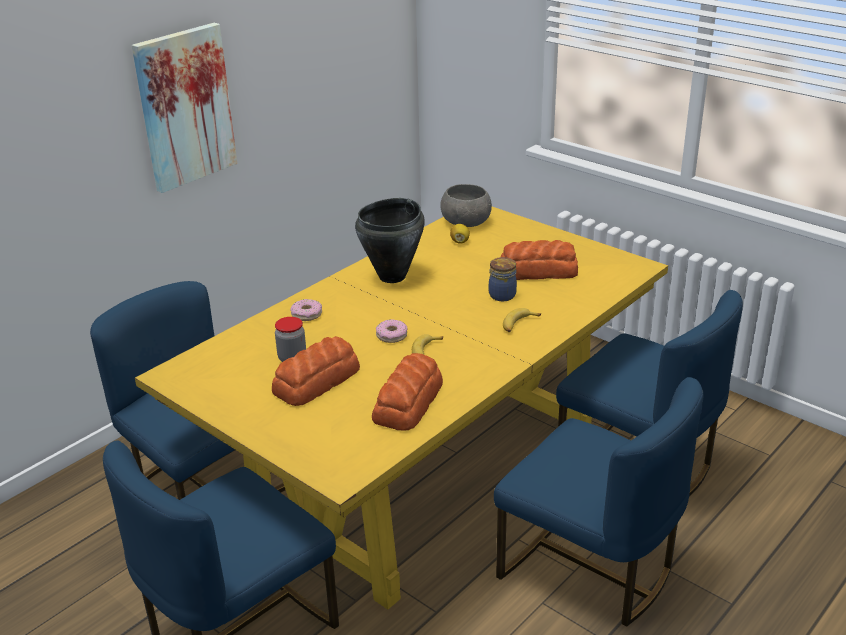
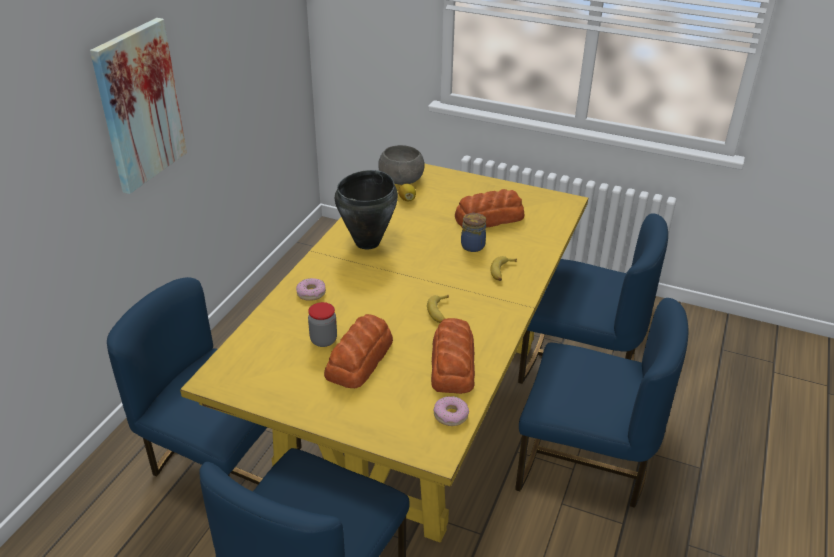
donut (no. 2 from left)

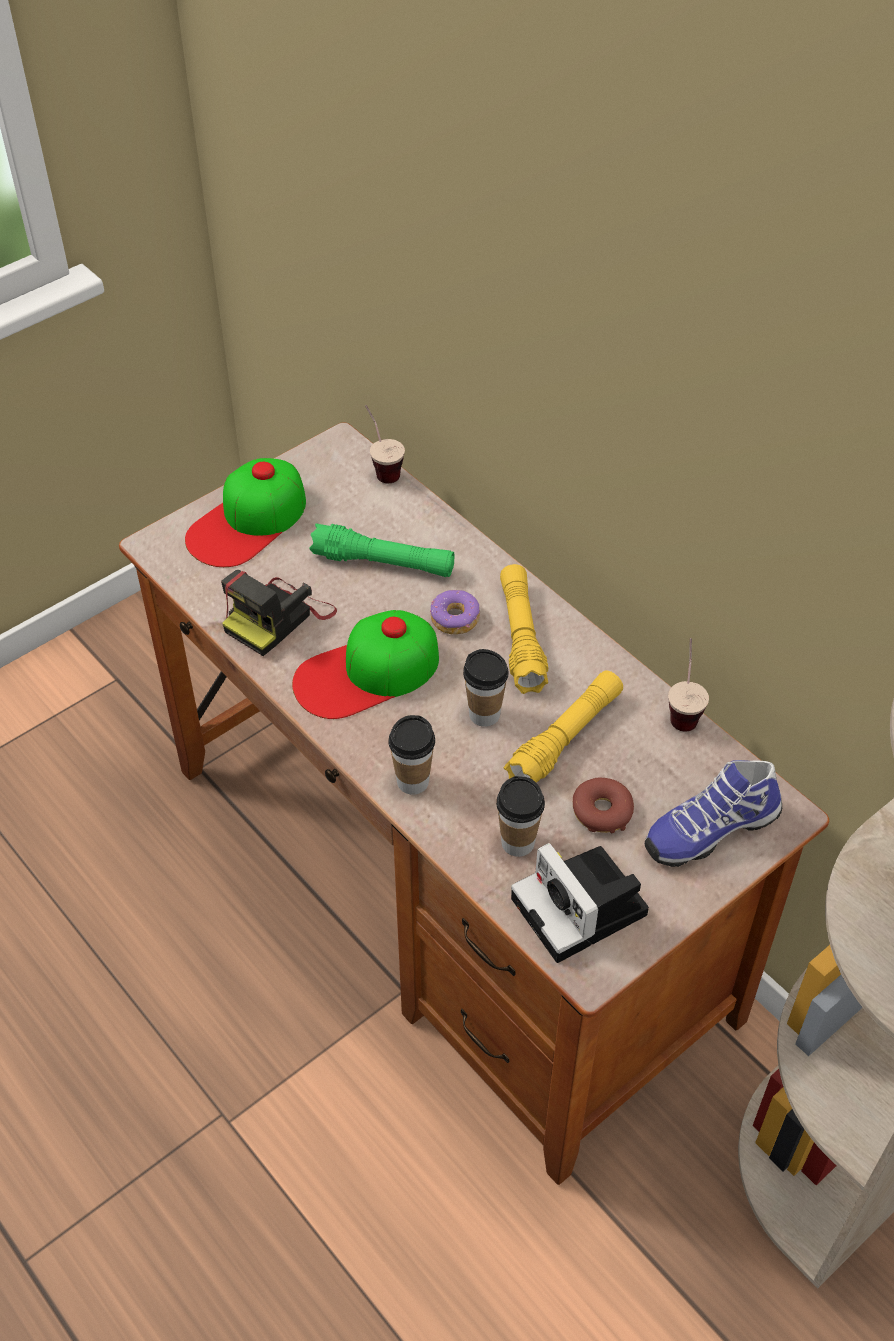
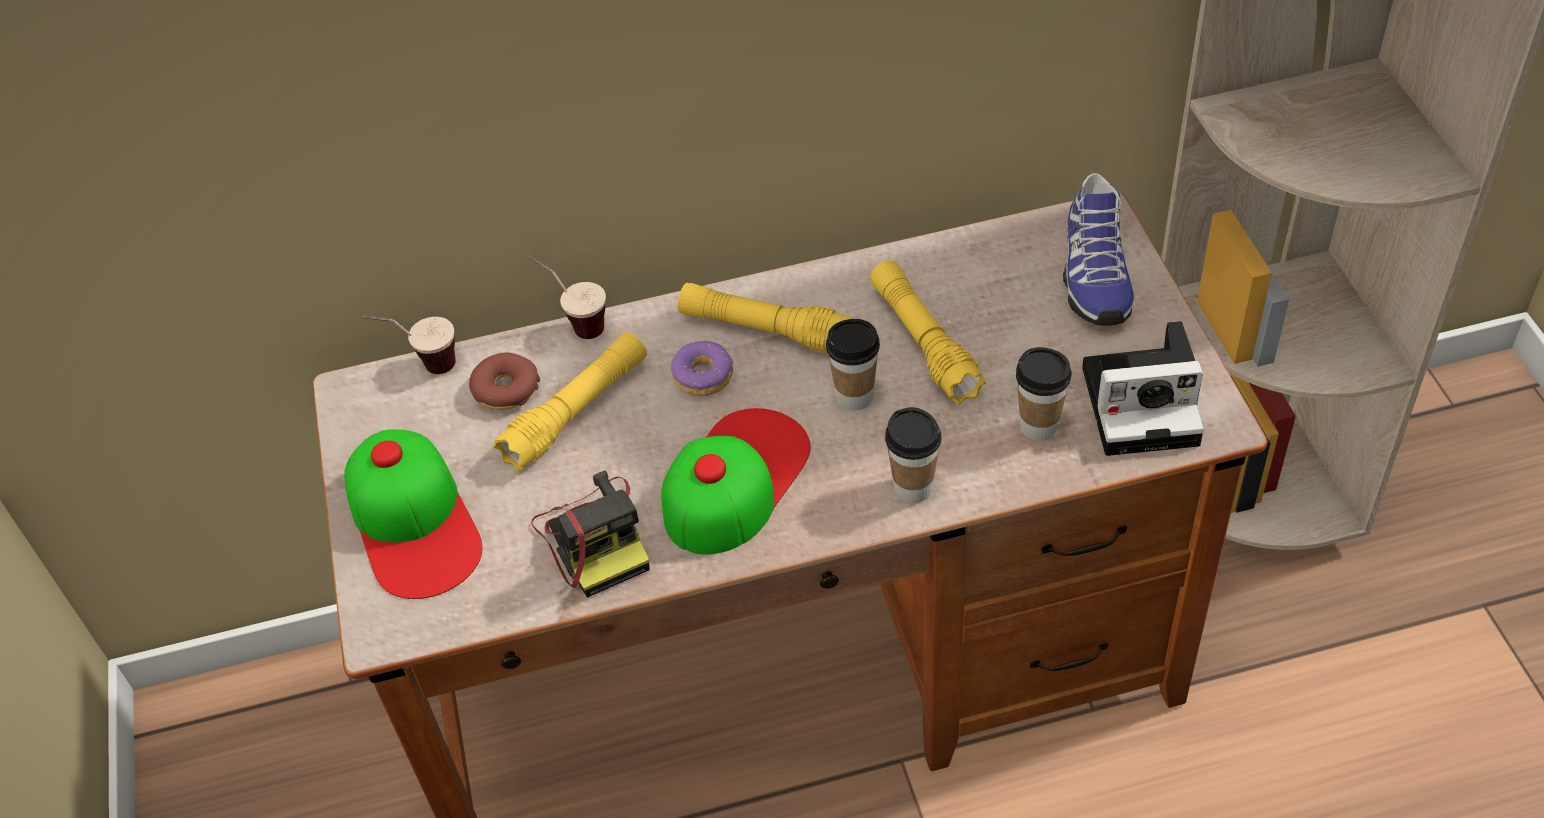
yellow flashlight (no. 1 from left)
cap (no. 2 from left)
cup (no. 2 from left)
donut (no. 1 from left)

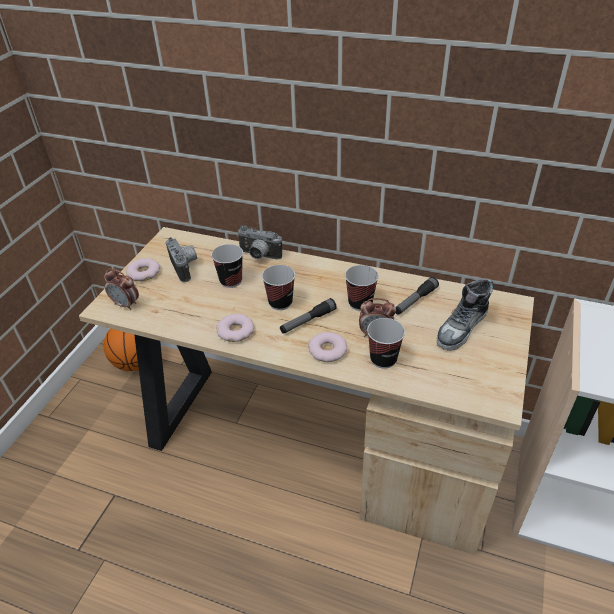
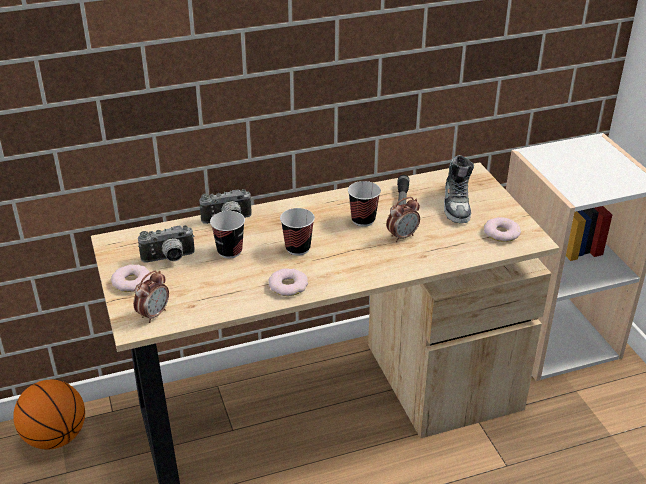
photo camera (no. 1 from left)
alarm clock (no. 1 from left)
flashlight (no. 1 from left in the first image)
cup (no. 4 from left in the first image)
donut (no. 3 from left)

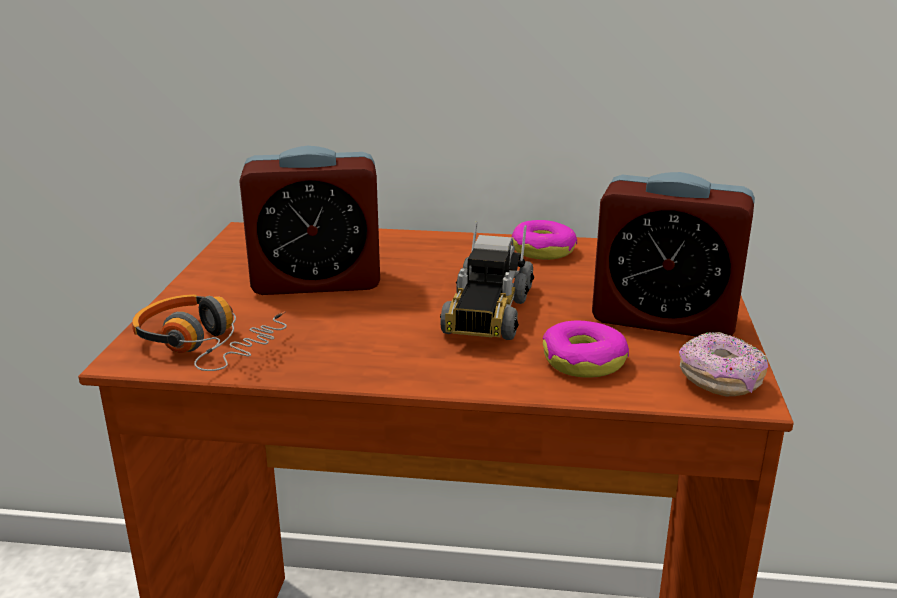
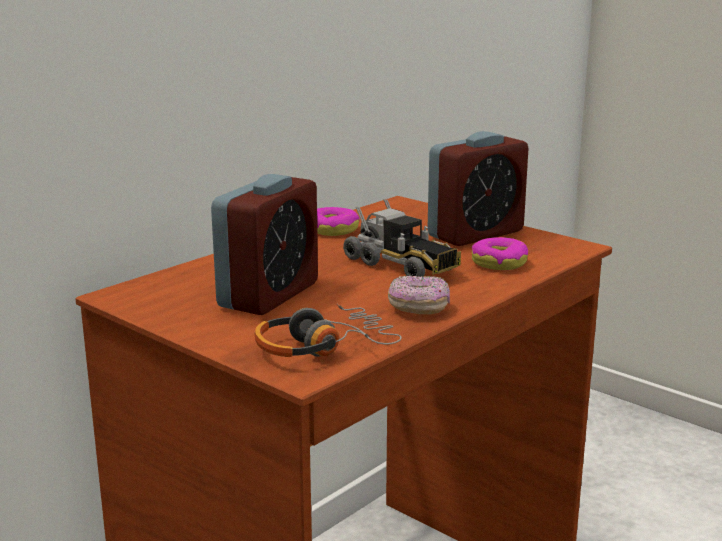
donut (no. 2 from left)

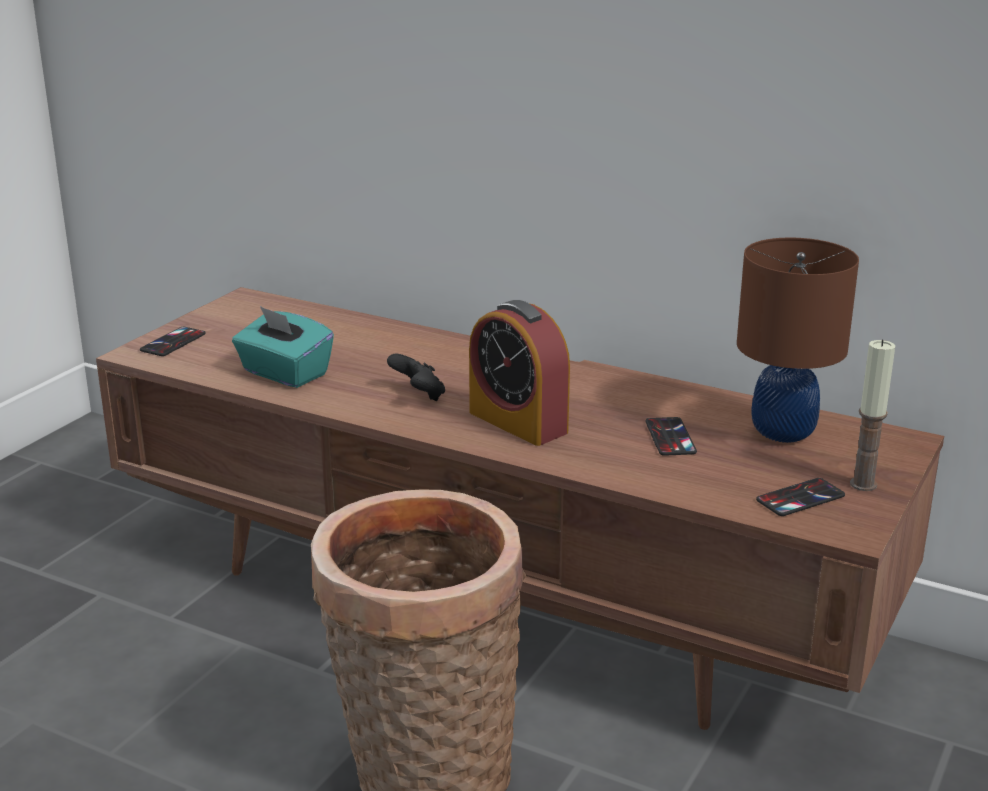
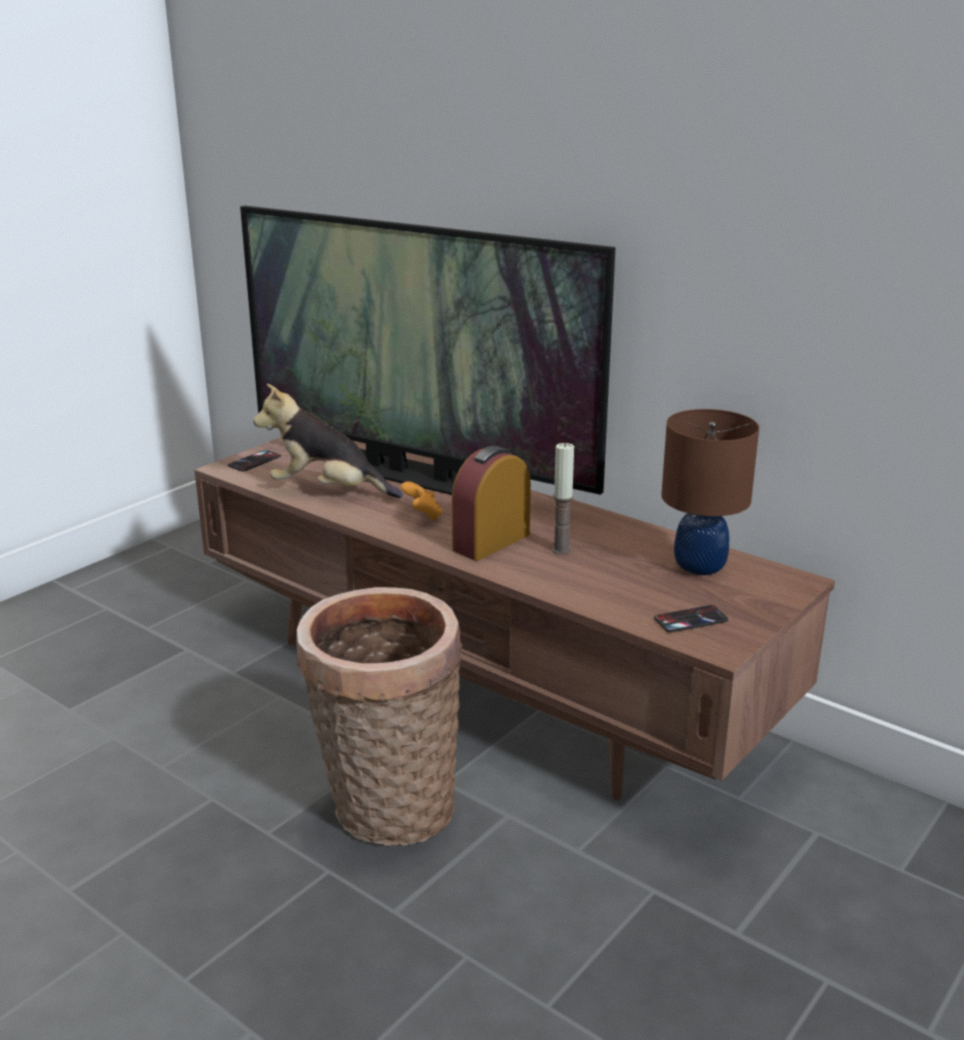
alarm clock
plush toy
candle
orange game controller
phone (no. 2 from left in the first image)
television

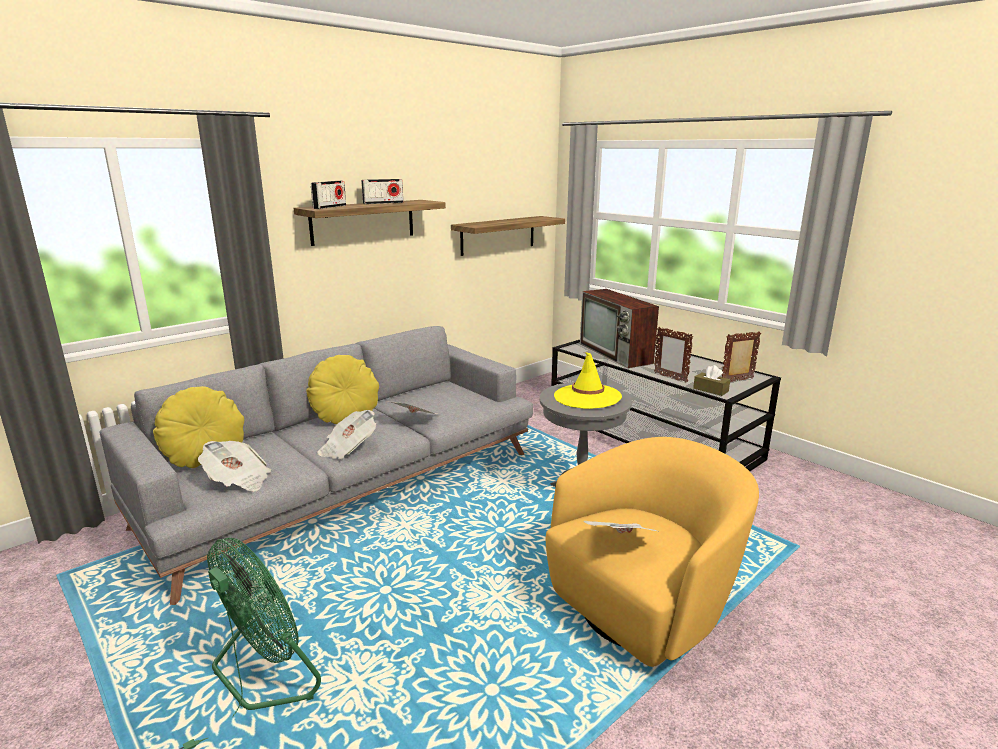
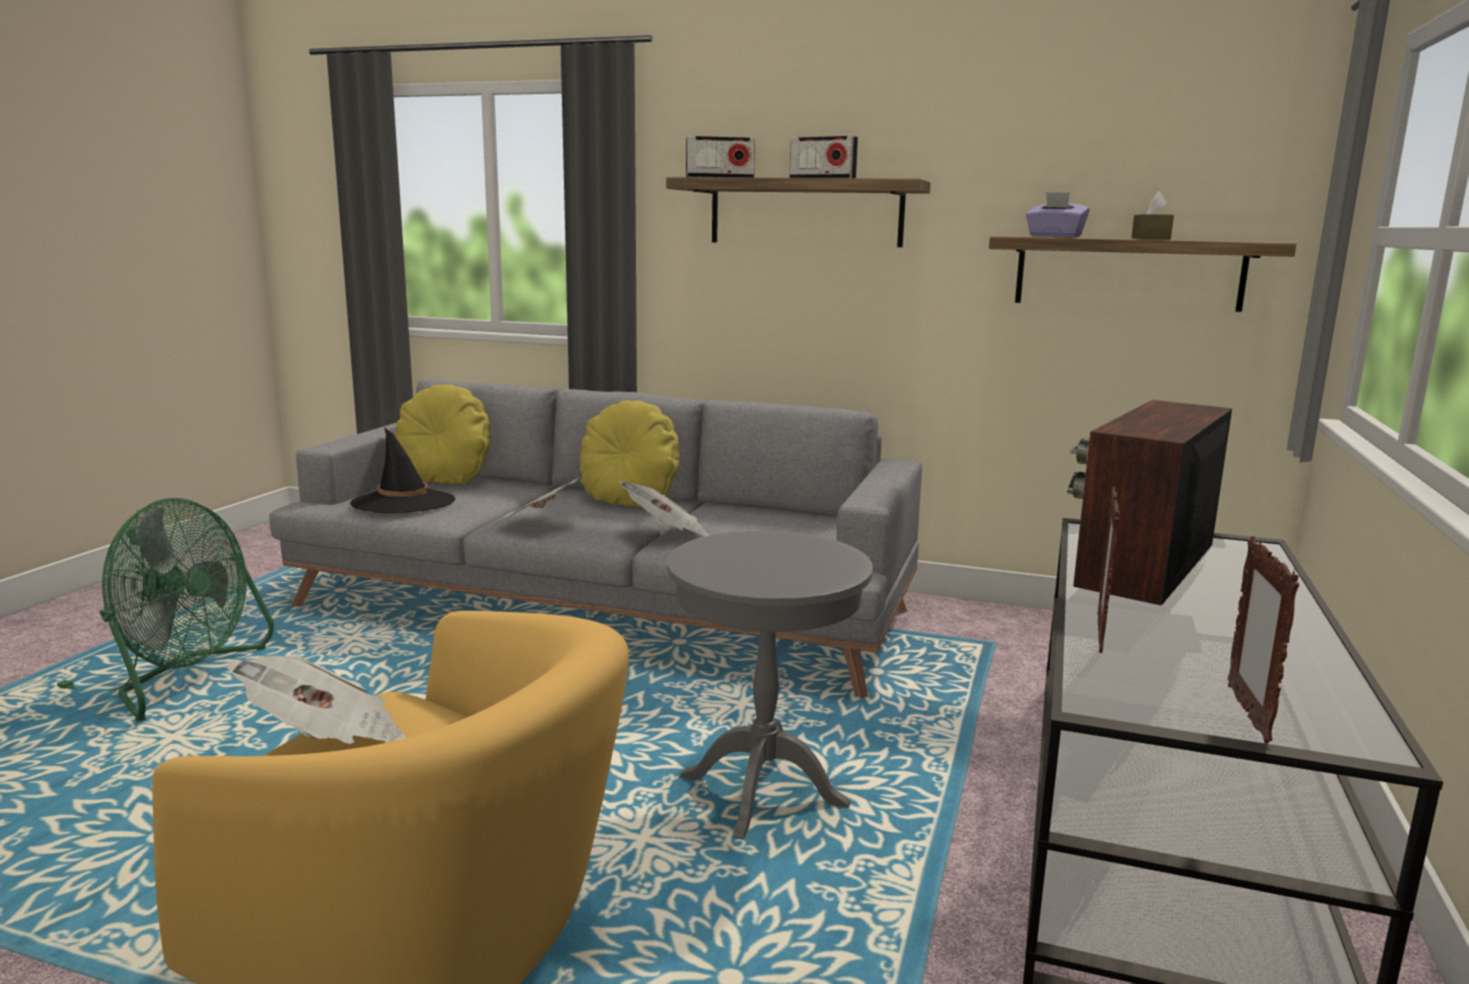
picture frame (no. 2 from left)
yellow hat
brown tissue box
black hat
purple tissue box

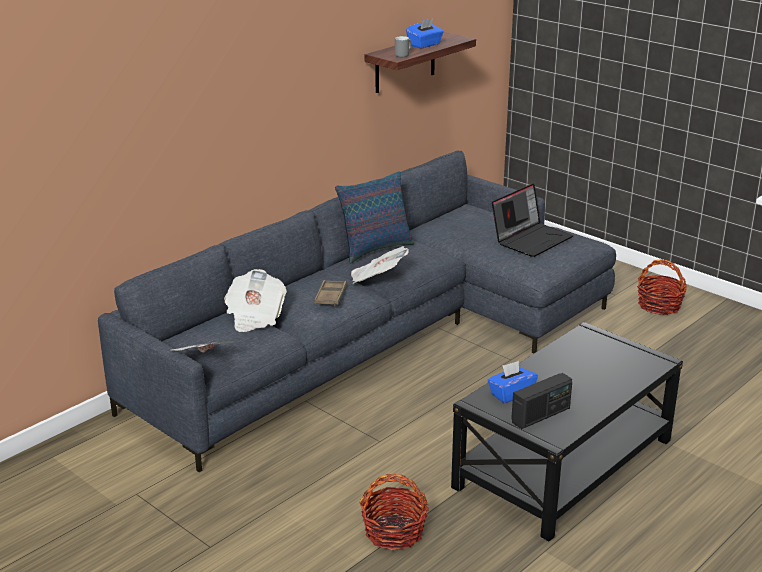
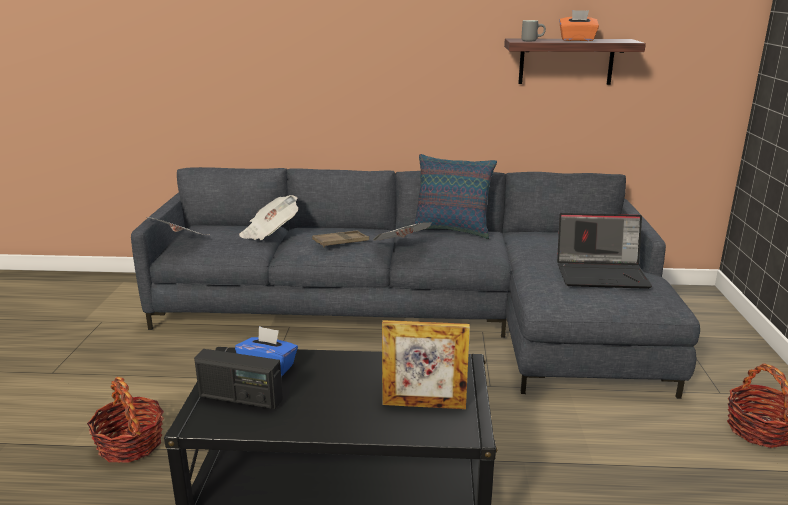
orange tissue box
picture frame

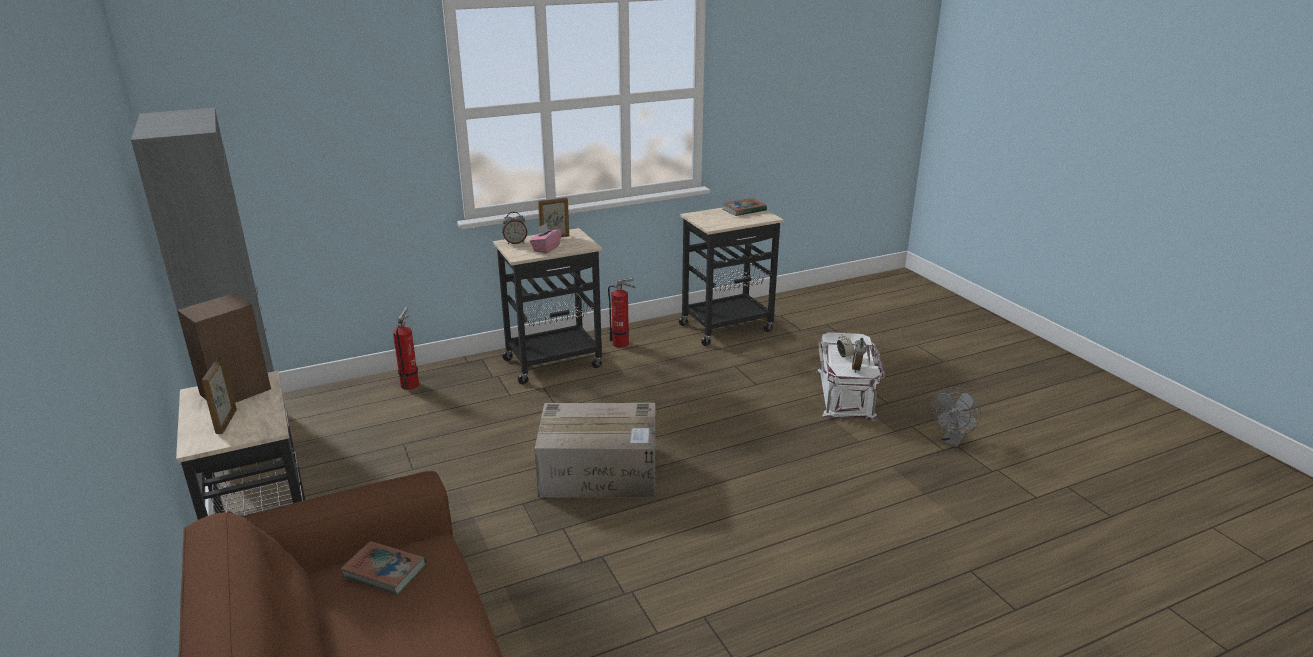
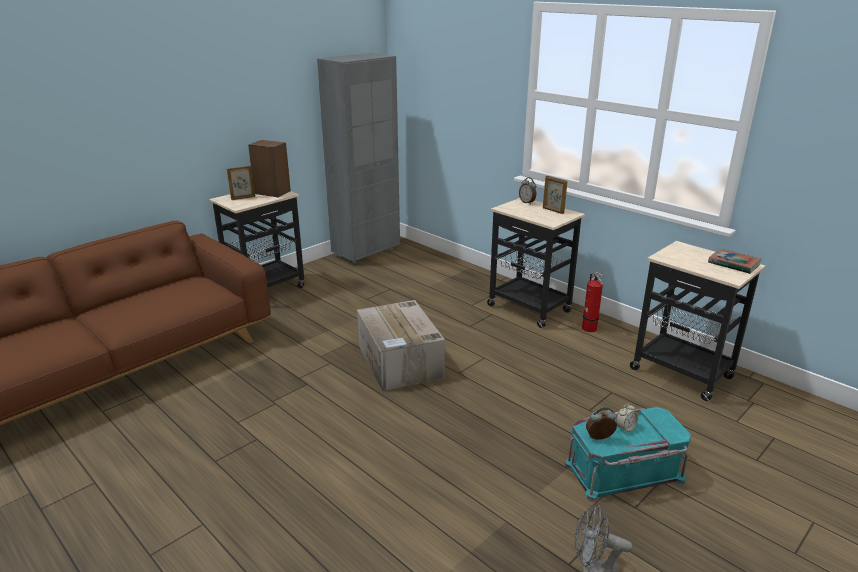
pink tissue box
fire extinguisher (no. 1 from left in the first image)
turquoise storage box
book (no. 1 from left in the first image)

